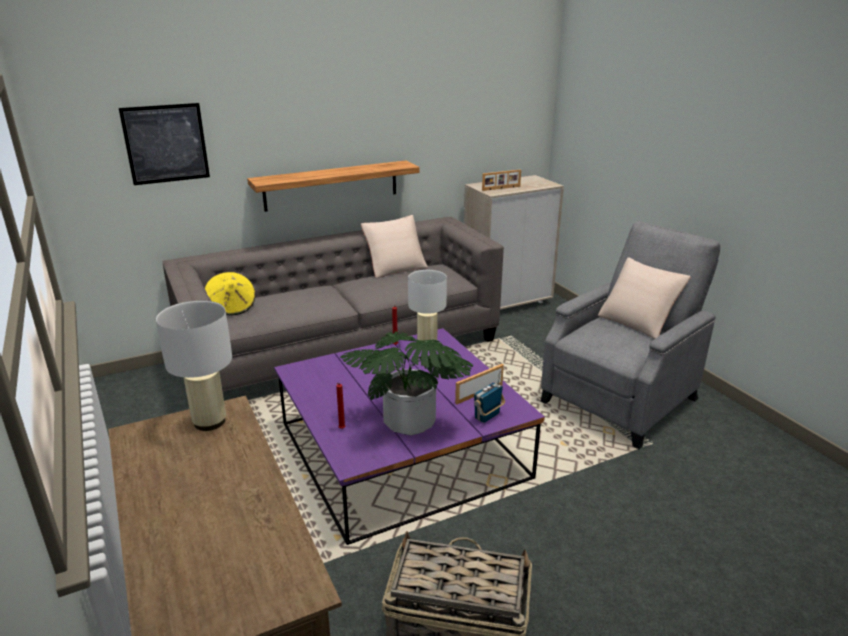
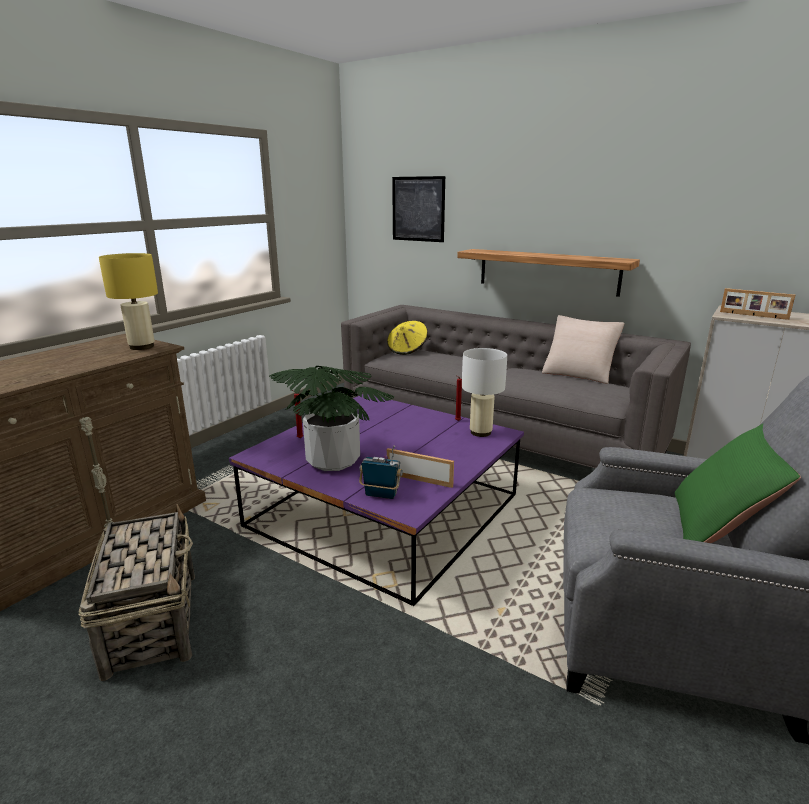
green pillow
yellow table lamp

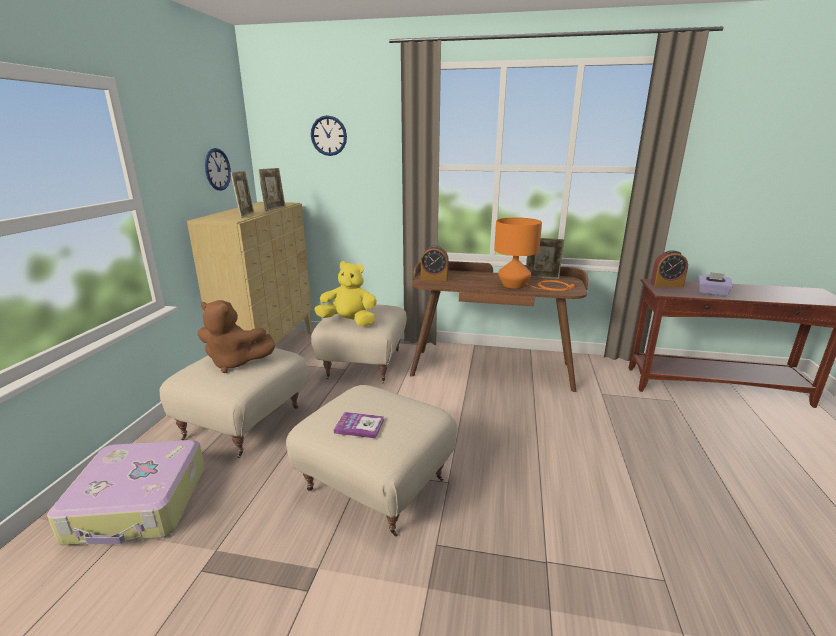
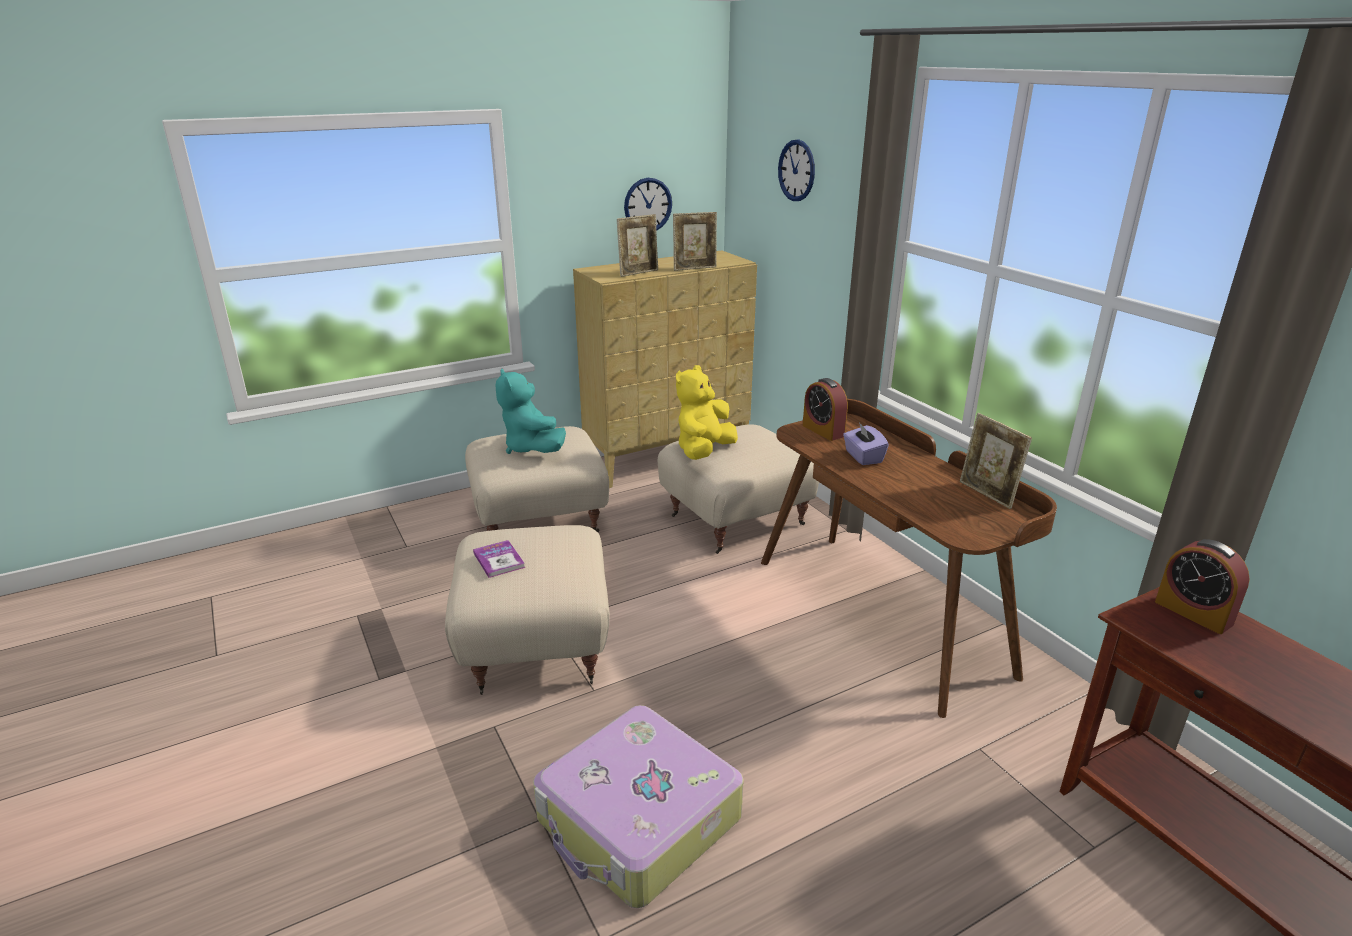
orange table lamp
yellow plush toy
purple tissue box
turquoise plush toy
suitcase

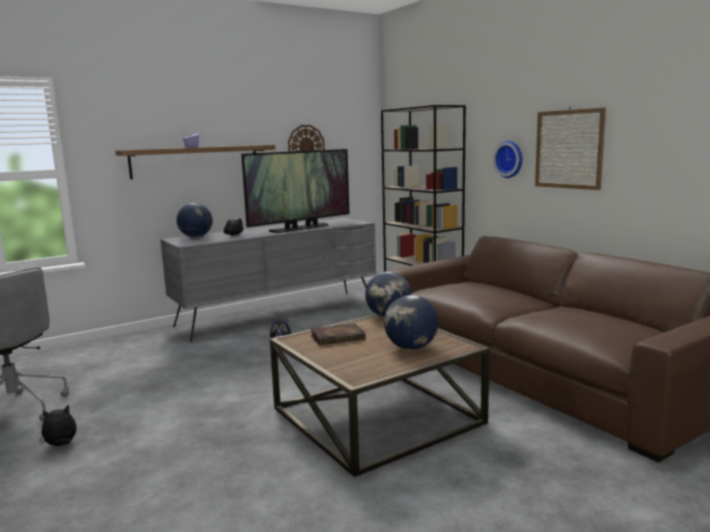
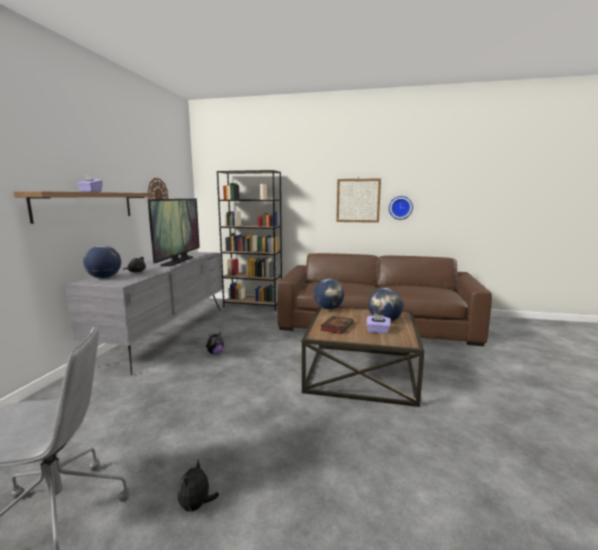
wall clock (no. 2 from left)
purple tissue box (no. 2 from left)

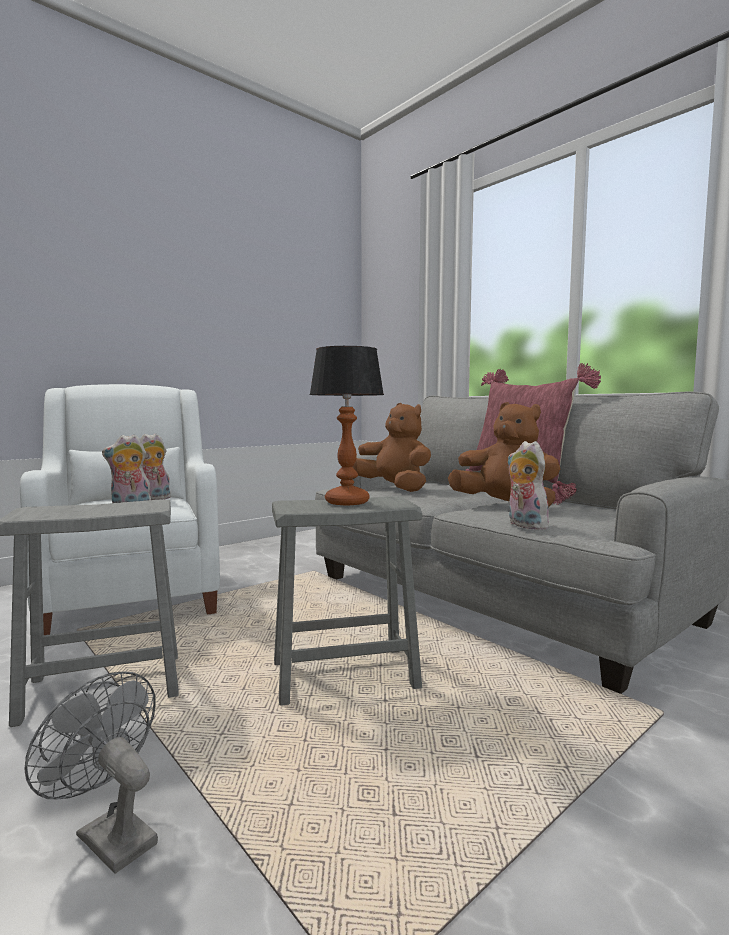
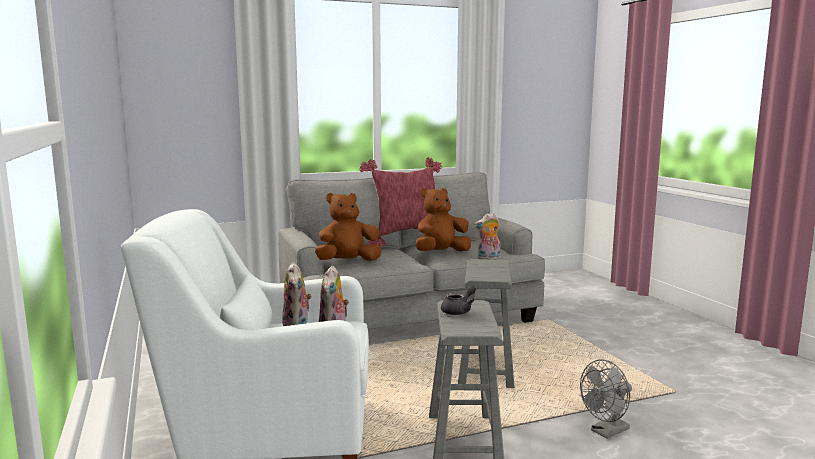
table lamp
grey teapot

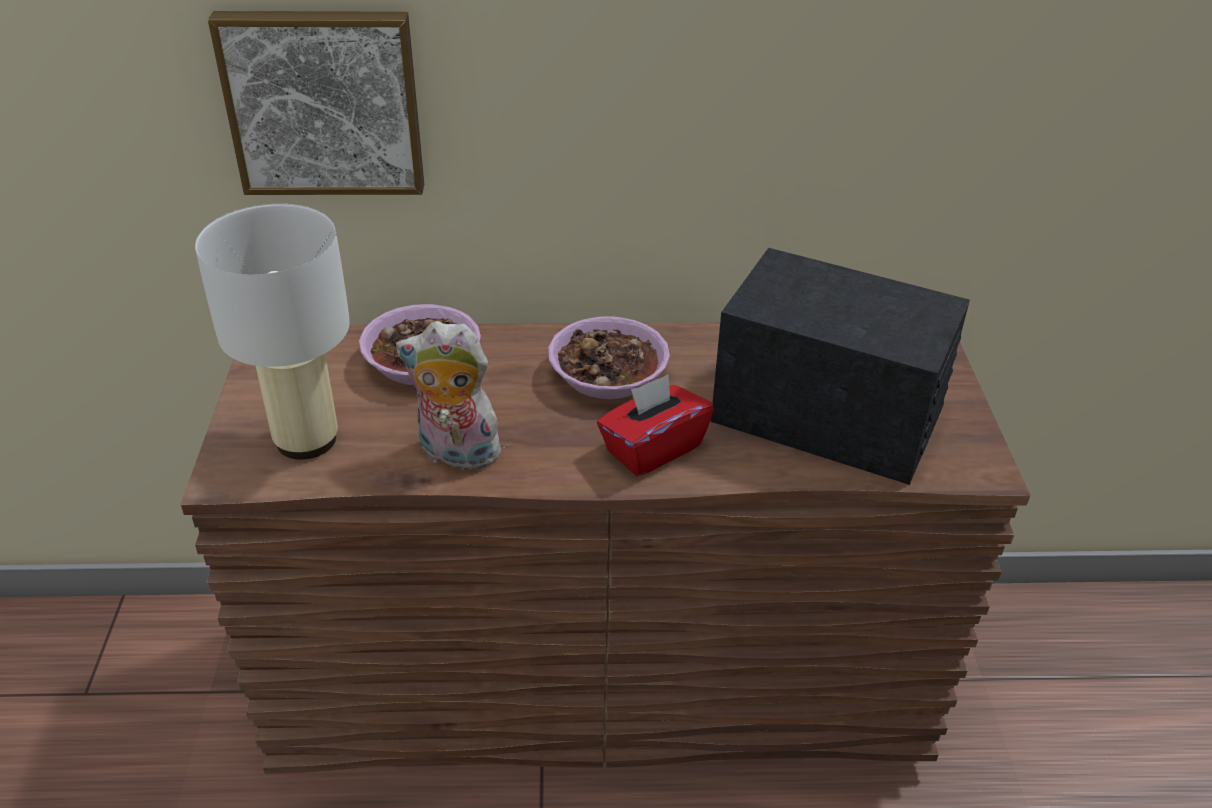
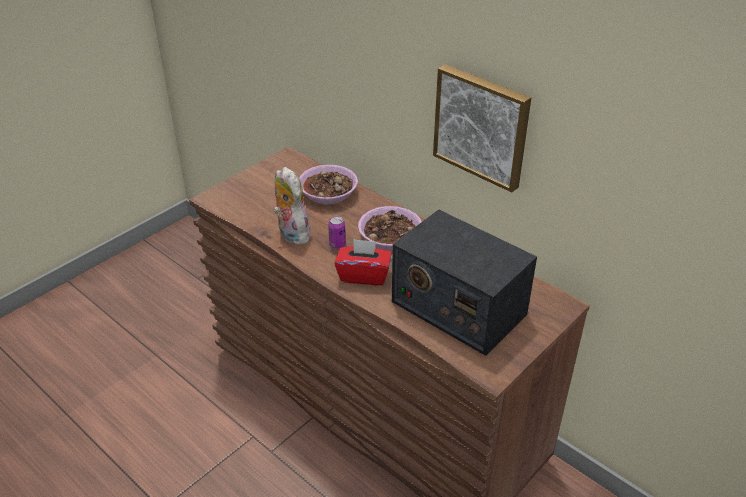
picture
white table lamp
radio
can

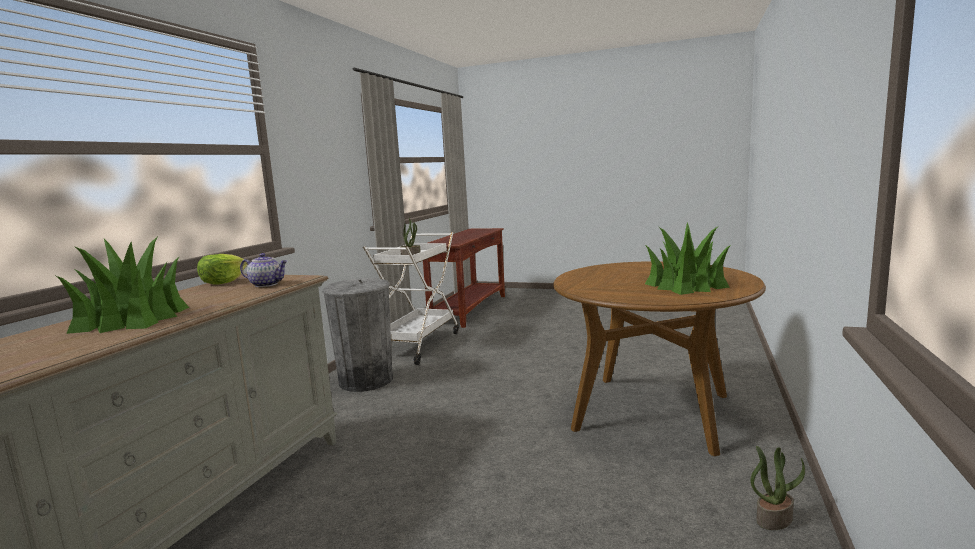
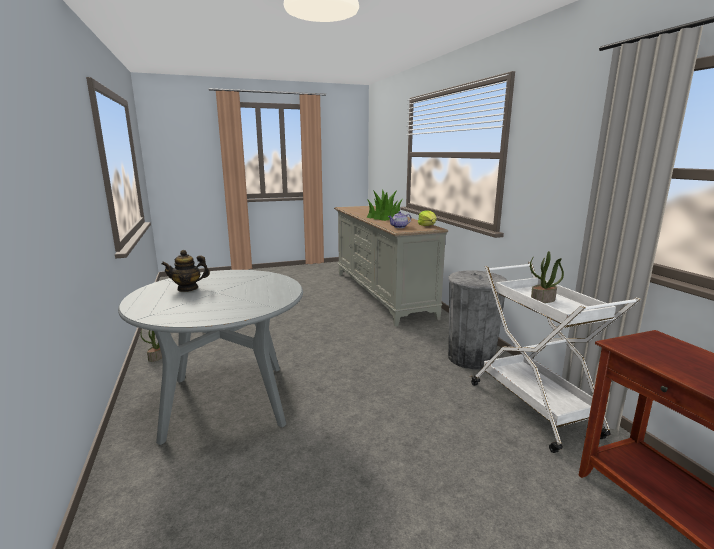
teapot (no. 1 from left)
grey dining table

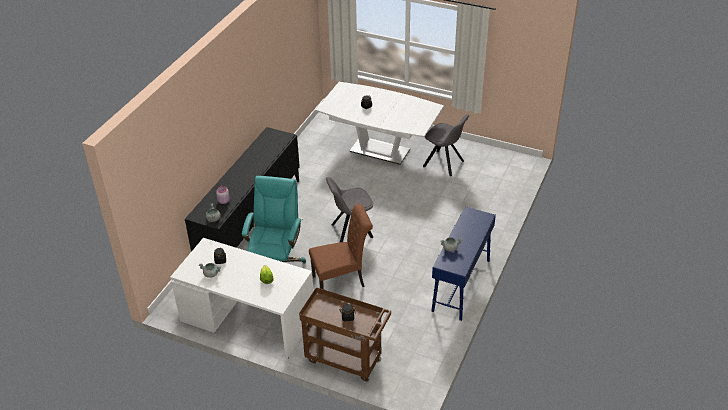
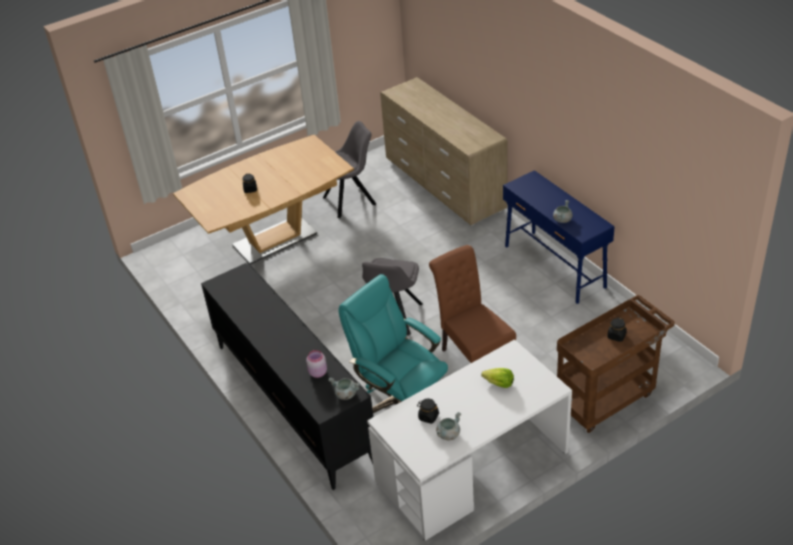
brown dining table
brown chair
beige dresser

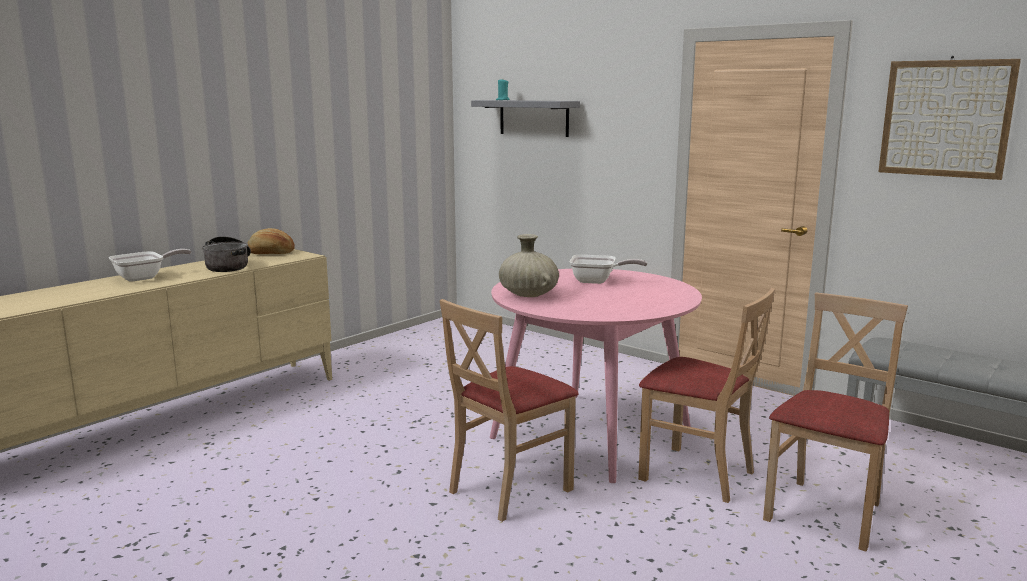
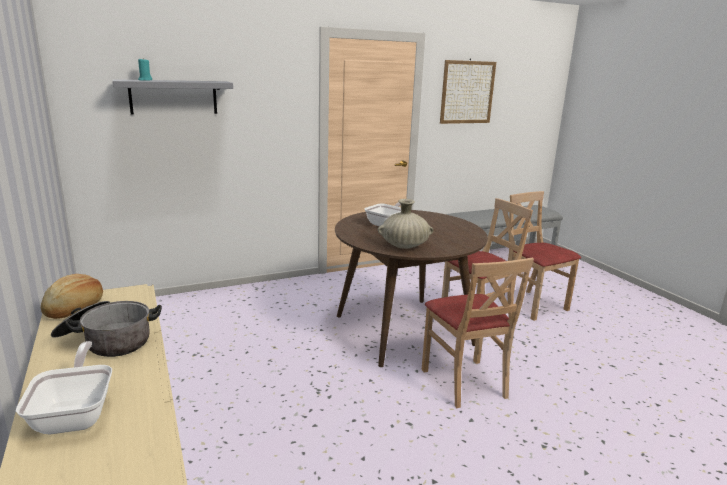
brown dining table

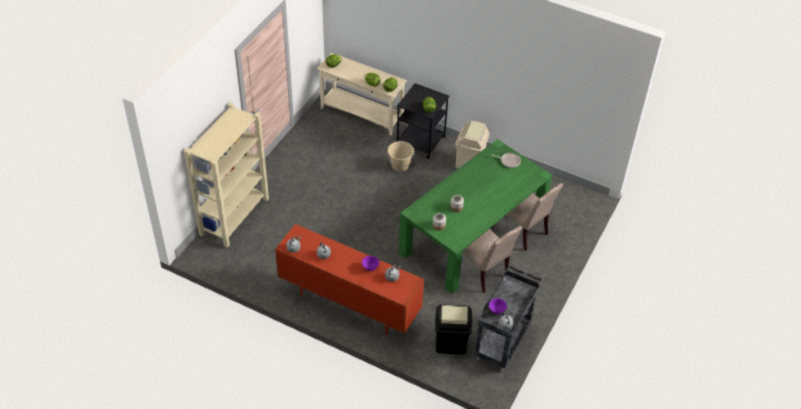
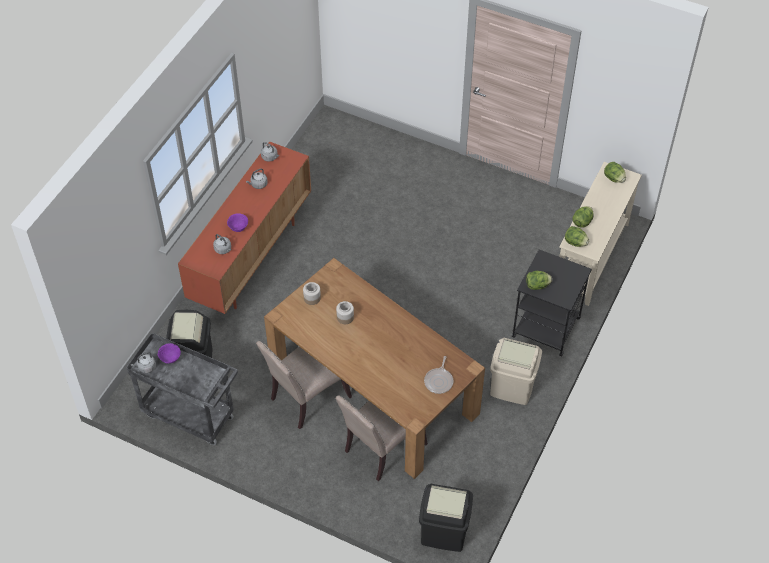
beige bookcase
brown dining table
beige bucket
black trash can (no. 2 from left)

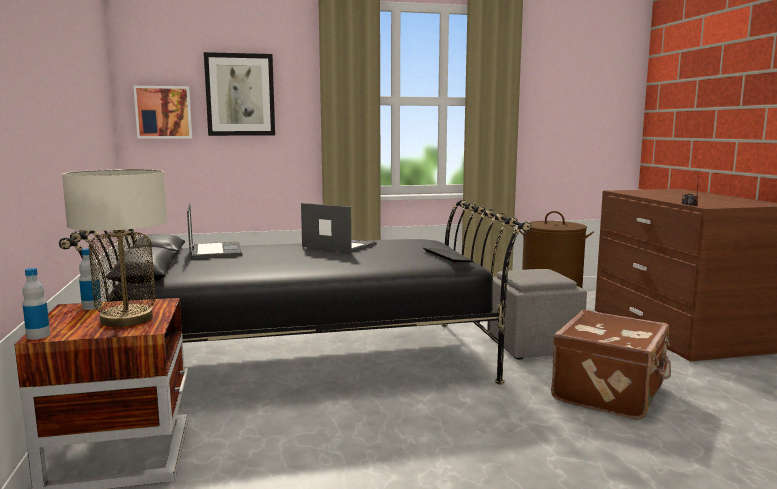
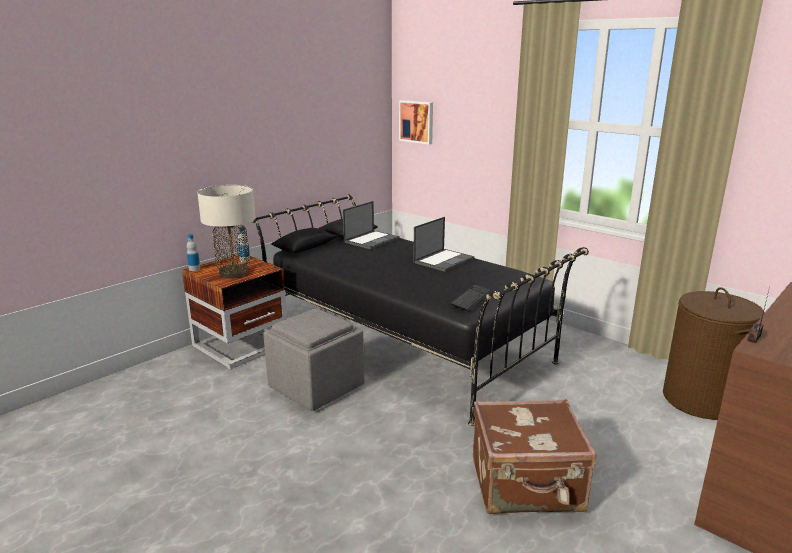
picture (no. 2 from left in the first image)
laptop (no. 2 from left)
grey ottoman

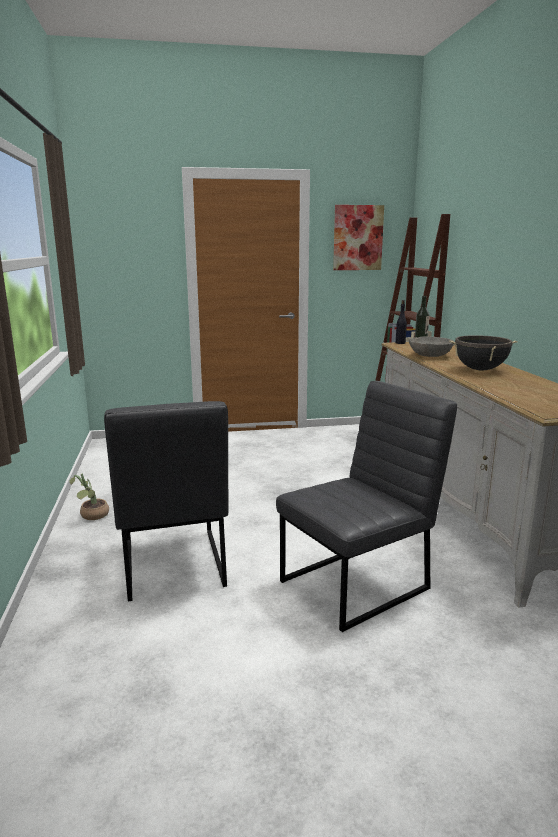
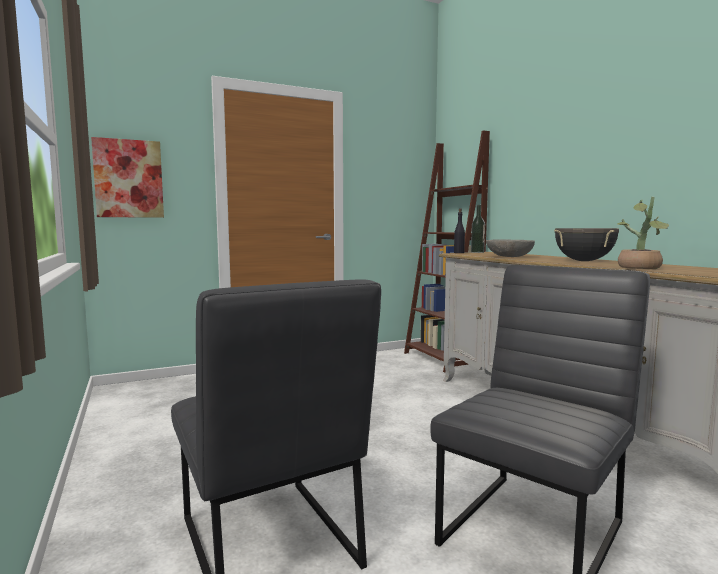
picture
potted plant

